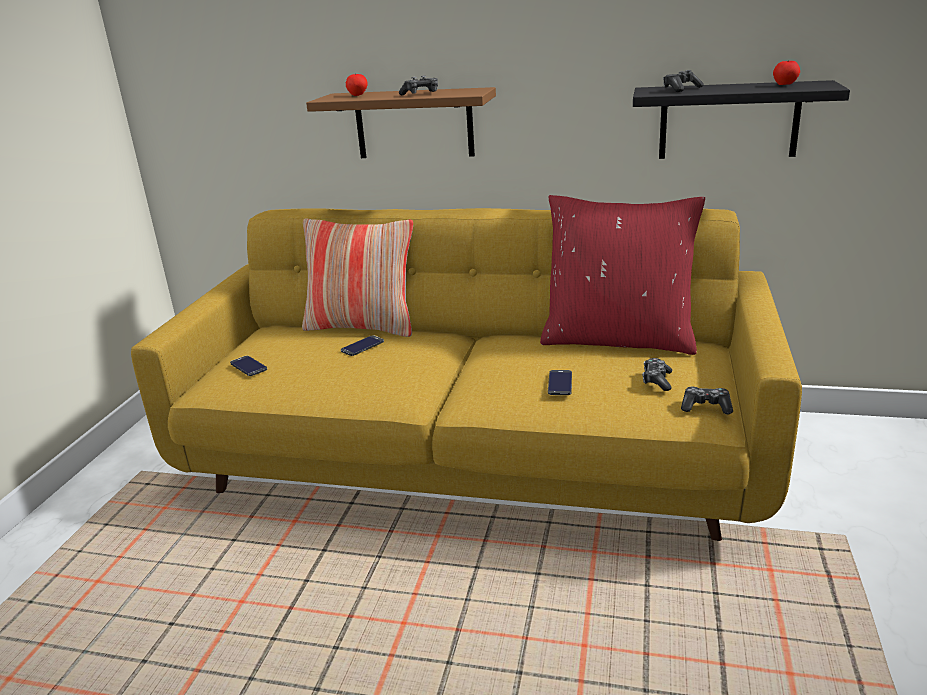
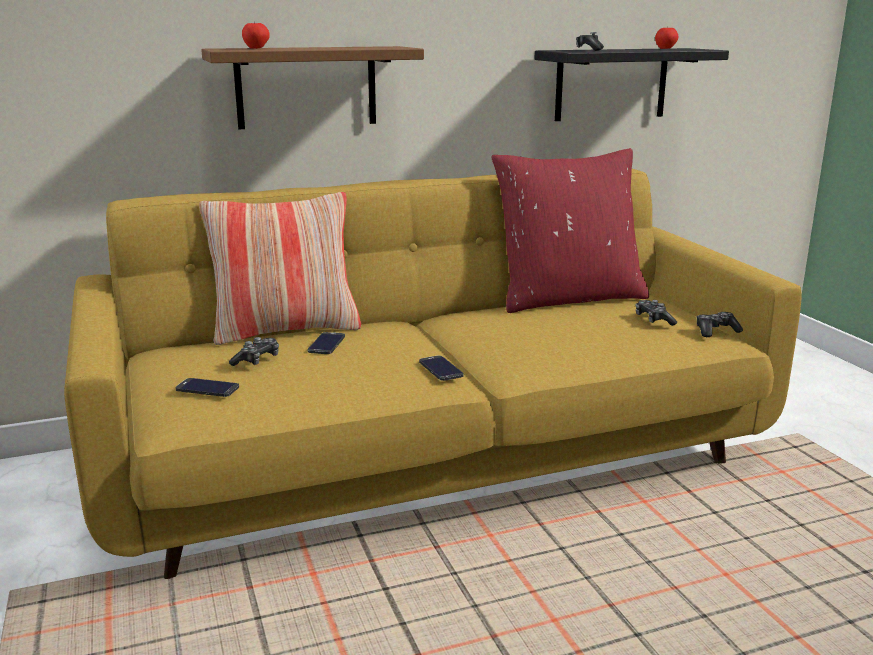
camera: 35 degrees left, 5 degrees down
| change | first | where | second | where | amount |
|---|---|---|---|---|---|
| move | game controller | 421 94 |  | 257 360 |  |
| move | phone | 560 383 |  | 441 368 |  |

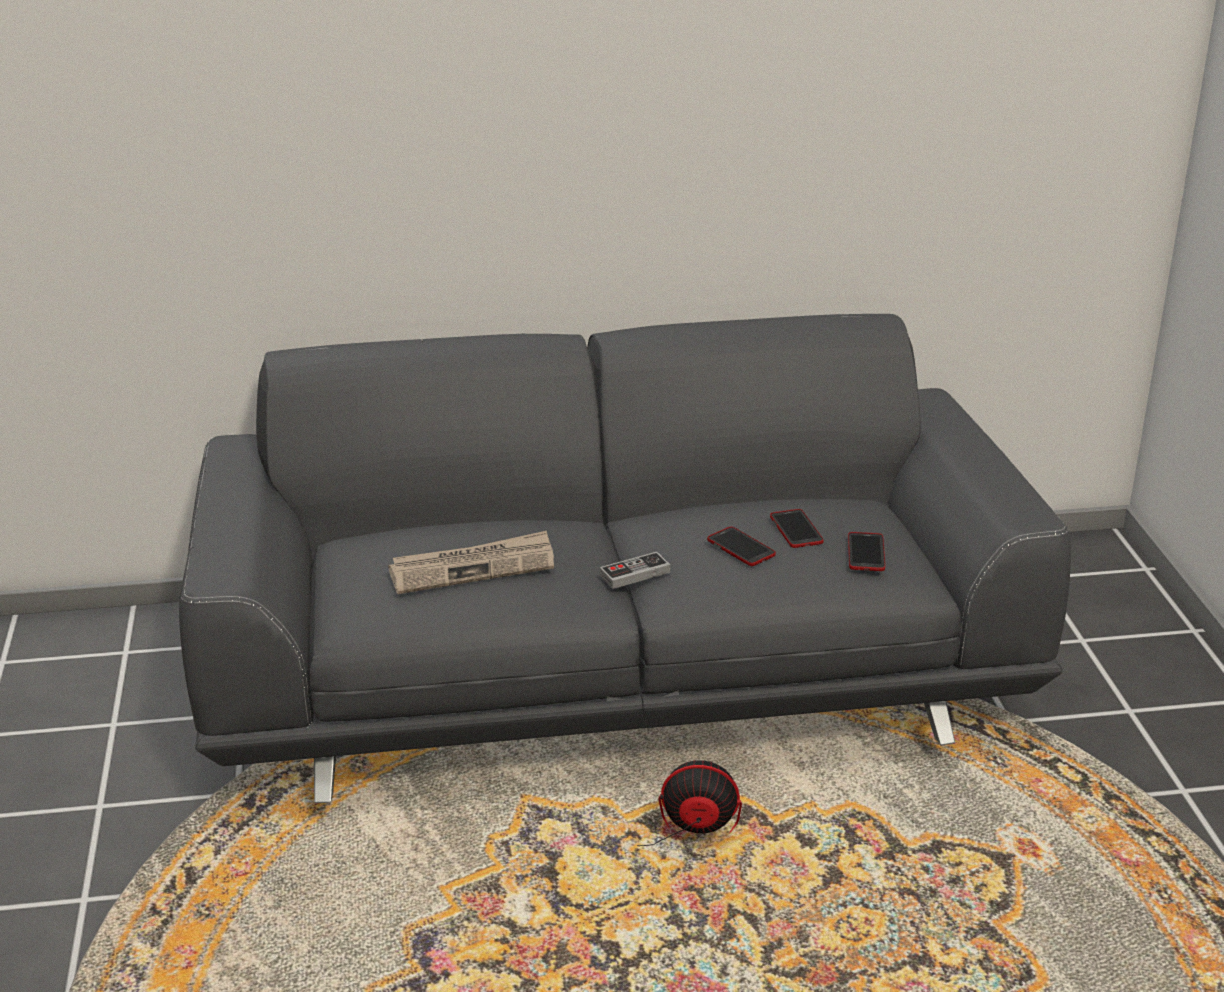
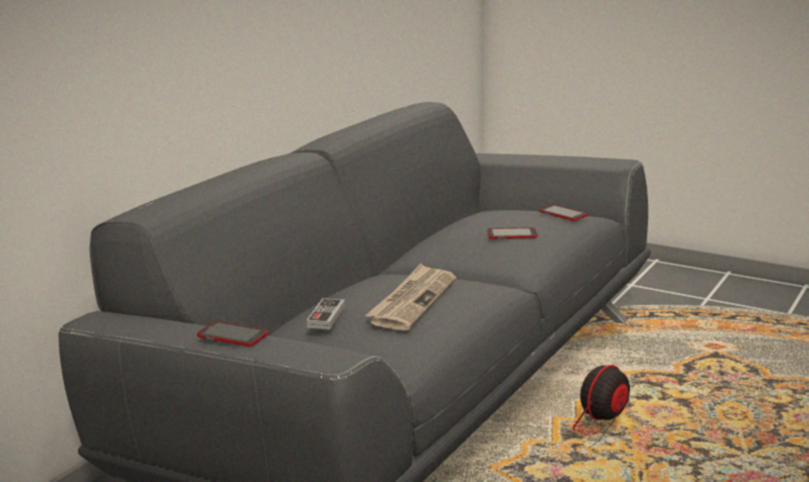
camera: 50 degrees left, 10 degrees down
| change | first | where | second | where | amount |
|---|---|---|---|---|---|
| move | game controller | 635 574 |  | 326 317 |  |
| move | phone | 796 530 |  | 232 335 |  |

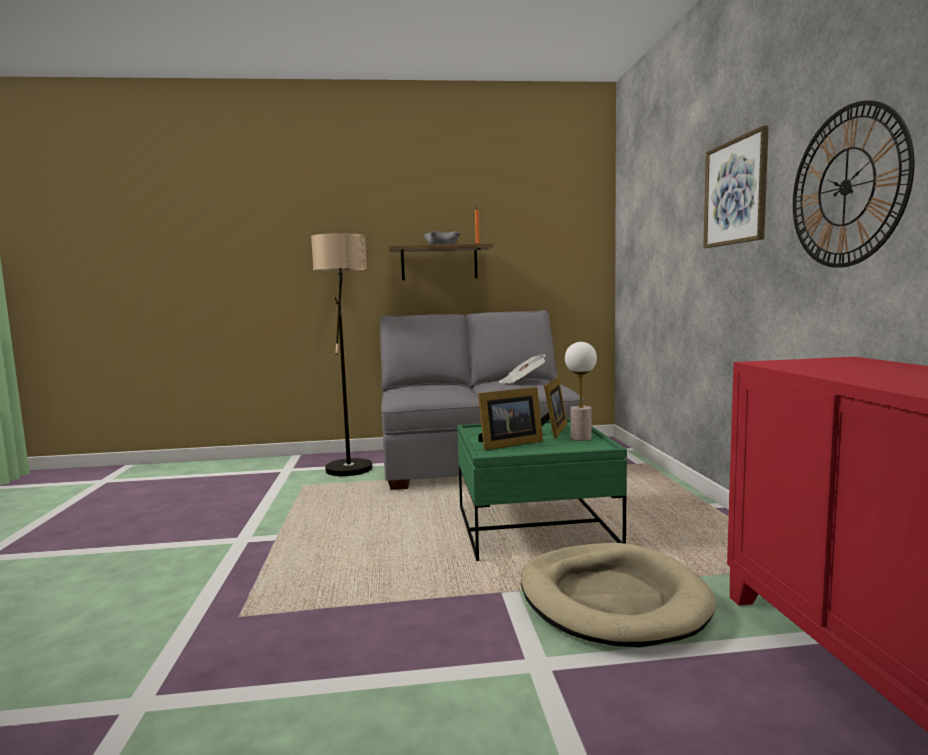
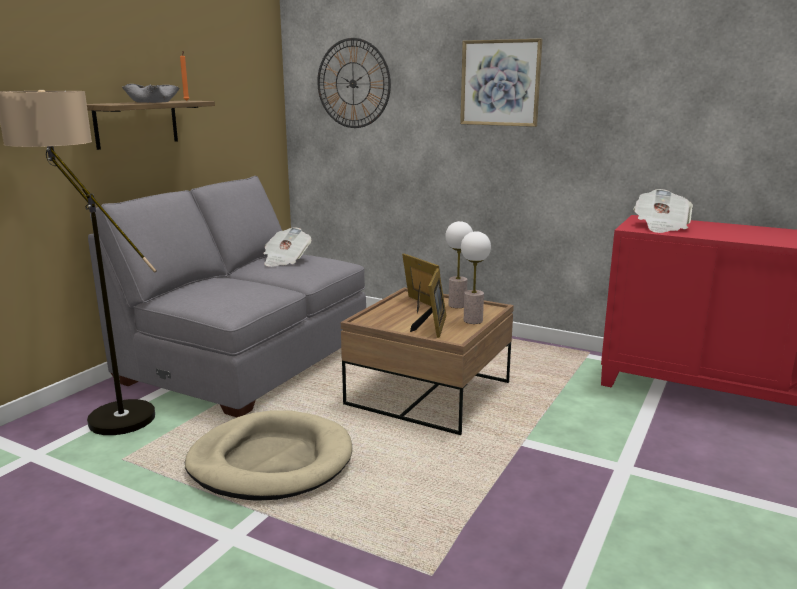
camera: 55 degrees left, 10 degrees up
| change | first | where | second | where | amount |
|---|---|---|---|---|---|
| insert |  |  | table lamp | 472 320 |  |
| insert |  |  | newspaper | 661 227 |  |
| move | beige dog bed | 612 599 |  | 271 461 |  |
| move | wall clock | 846 187 |  | 353 83 |  |
| recolor | green coffee table | 534 527 | brown coffee table | 428 393 |  |

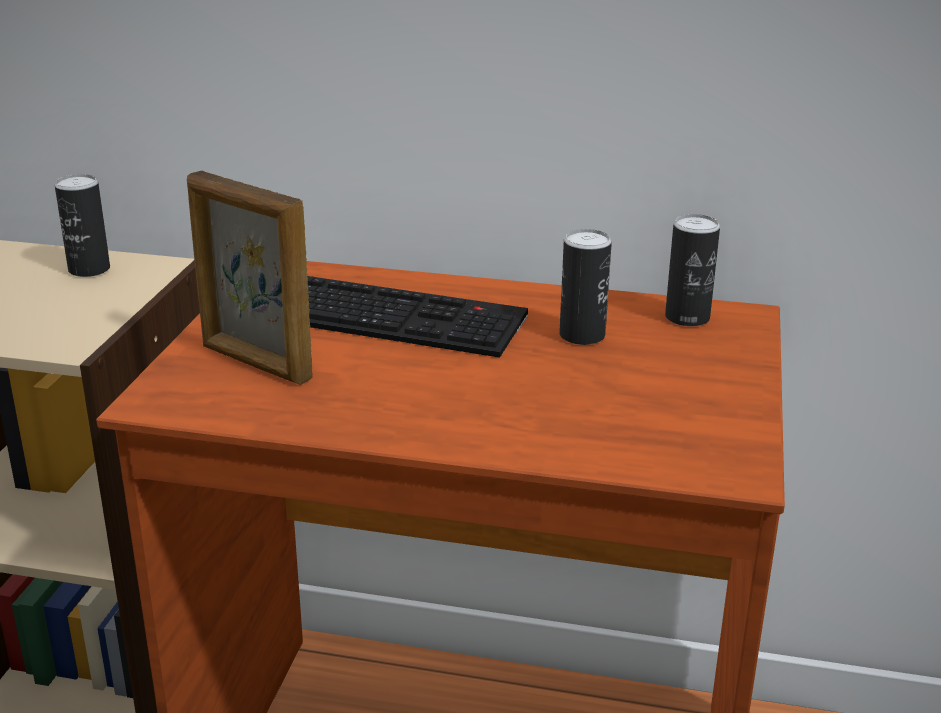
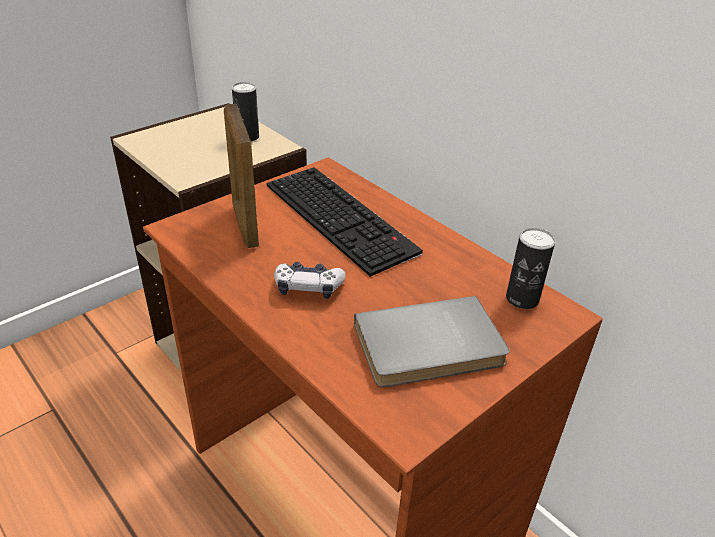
camera: 35 degrees right, 10 degrees up
| change | first | where | second | where | amount |
|---|---|---|---|---|---|
| delete | can | 582 335 |  |  |  |
| insert |  |  | game controller | 308 287 |  |
| insert |  |  | grey book | 430 348 |  |

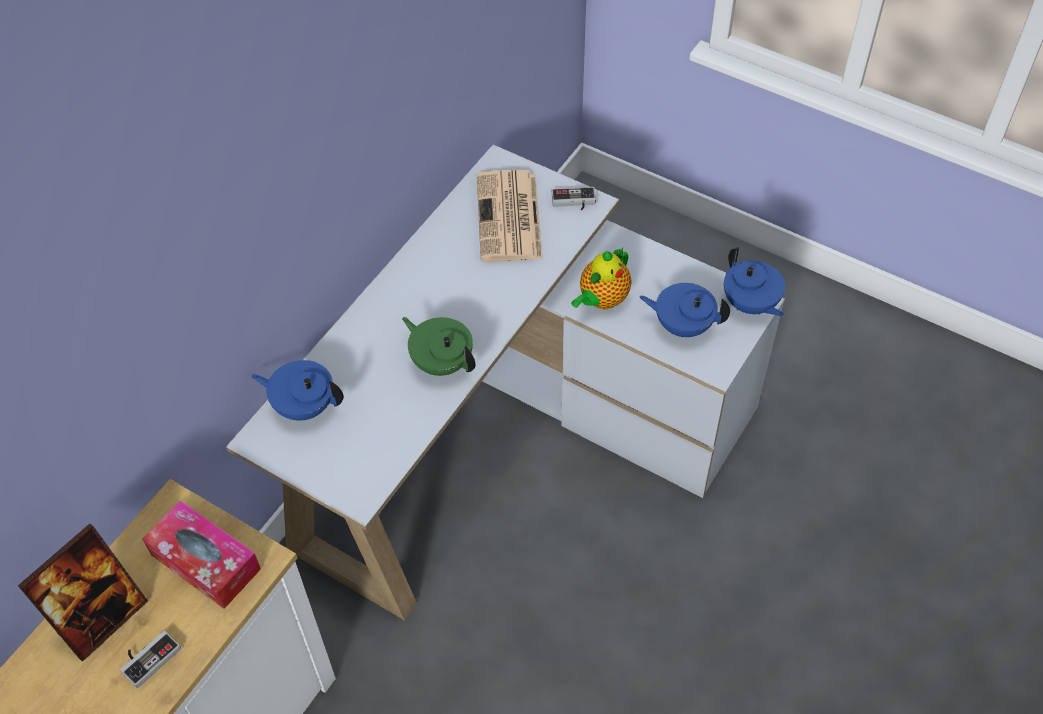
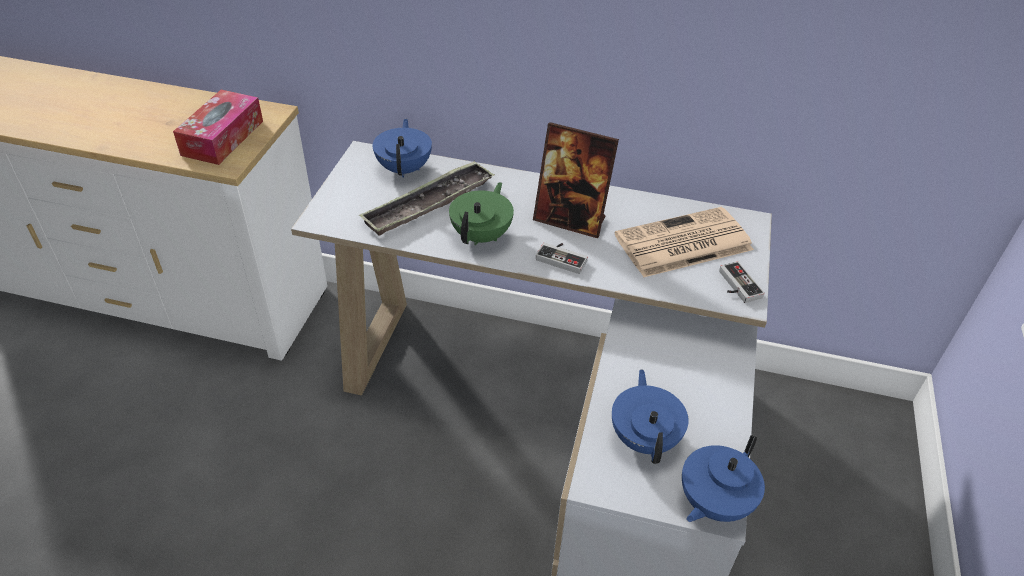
camera: 70 degrees right, 10 degrees down
| change | first | where | second | where | amount |
|---|---|---|---|---|---|
| delete | teapot | 602 300 |  |  |  |
| insert |  |  | tray | 428 204 |  |
| move | picture frame | 102 619 |  | 570 220 |  |
| move | game controller | 148 657 |  | 563 258 |  |

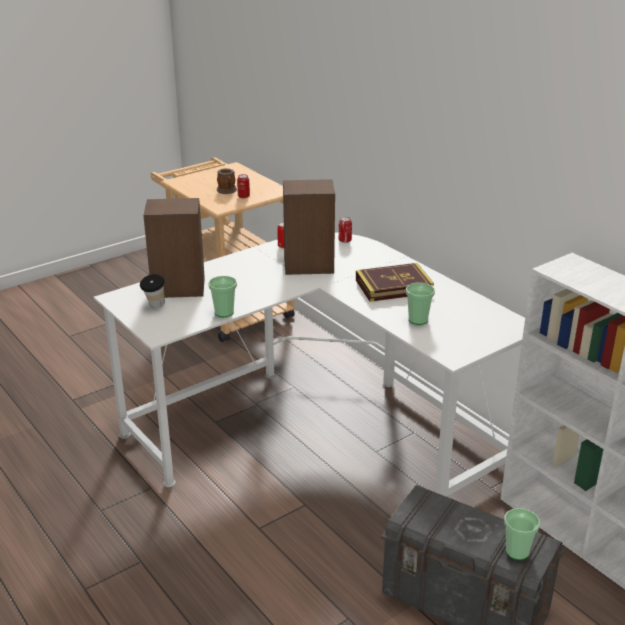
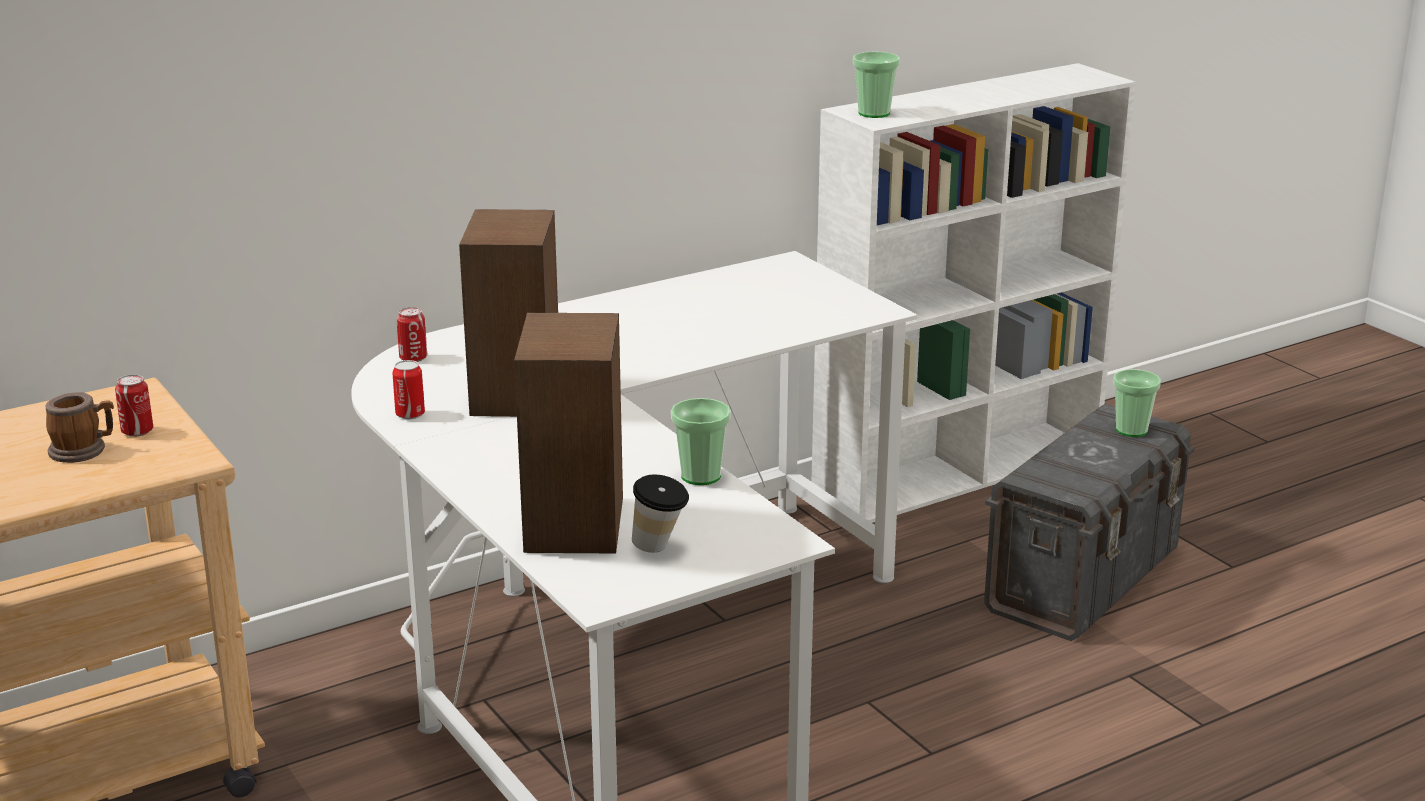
camera: 85 degrees left, 5 degrees down
| change | first | where | second | where | amount |
|---|---|---|---|---|---|
| delete | book | 393 286 |  |  |  |
| move | cup | 418 320 |  | 874 113 |  |

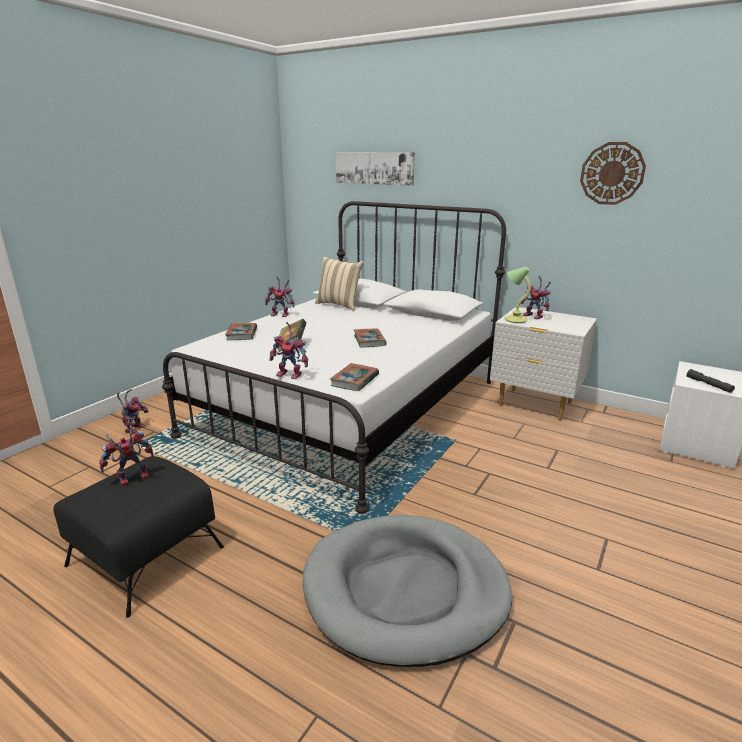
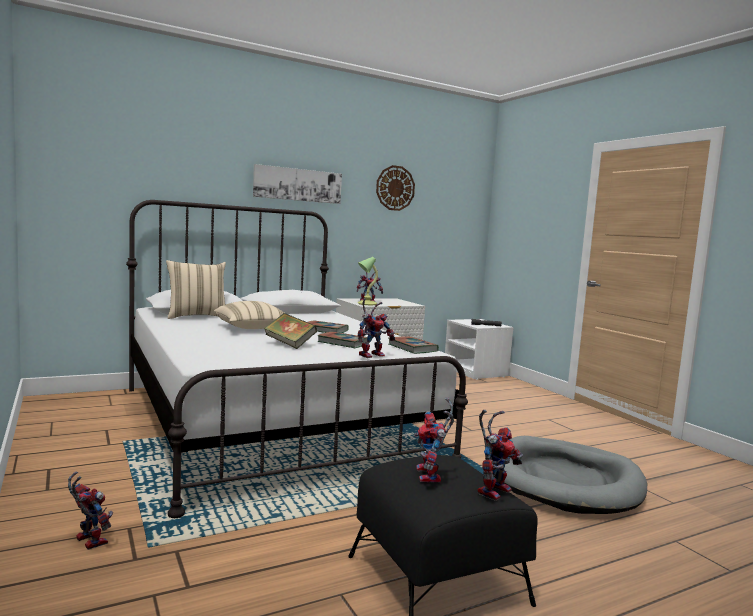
camera: 60 degrees left, 15 degrees down
| change | first | where | second | where | amount |
|---|---|---|---|---|---|
| insert |  |  | beige pillow | 252 328 |  |
| move | book | 242 334 |  | 343 343 |  |
| move | toy robot | 282 315 |  | 493 489 |  |
| move | picture | 374 168 |  | 298 184 |  |

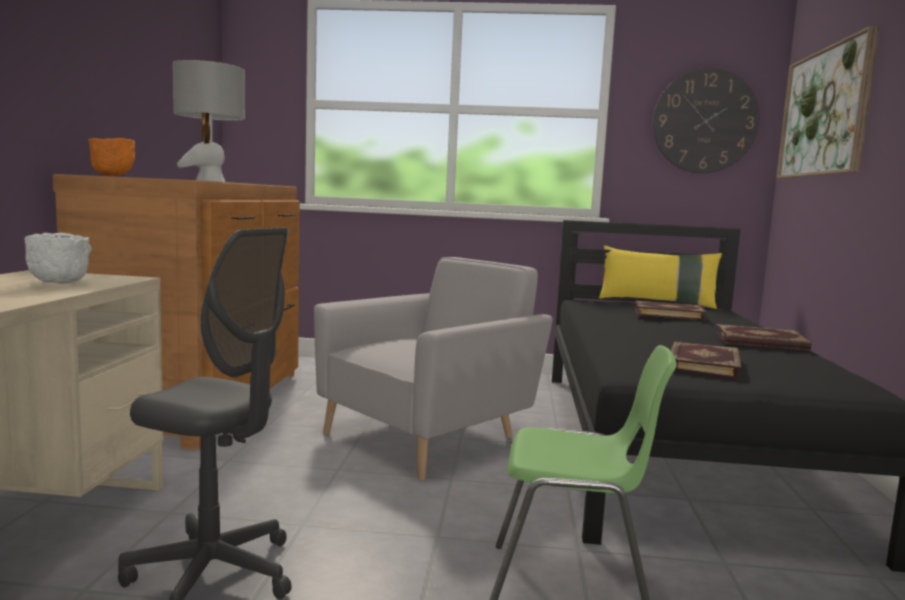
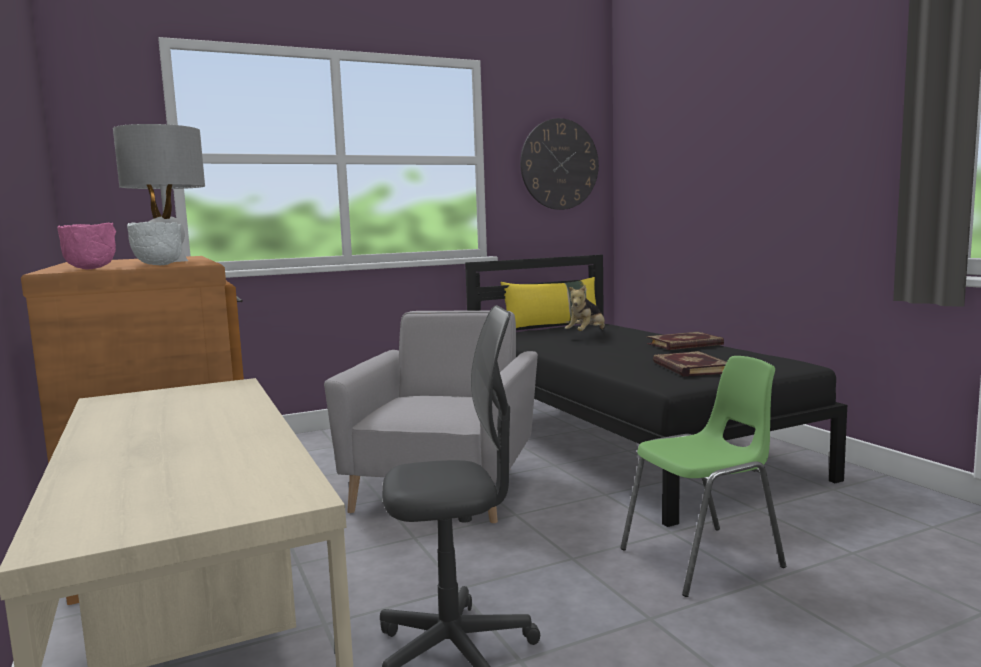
camera: 30 degrees left, 0 degrees up
| change | first | where | second | where | amount |
|---|---|---|---|---|---|
| delete | picture | 824 112 |  |  |  |
| move | white bowl | 58 283 |  | 157 265 |  |
| replace | book | 668 313 | plush toy | 586 334 |  |
| recolor | orange bowl | 114 176 | pink bowl | 92 269 |  |

